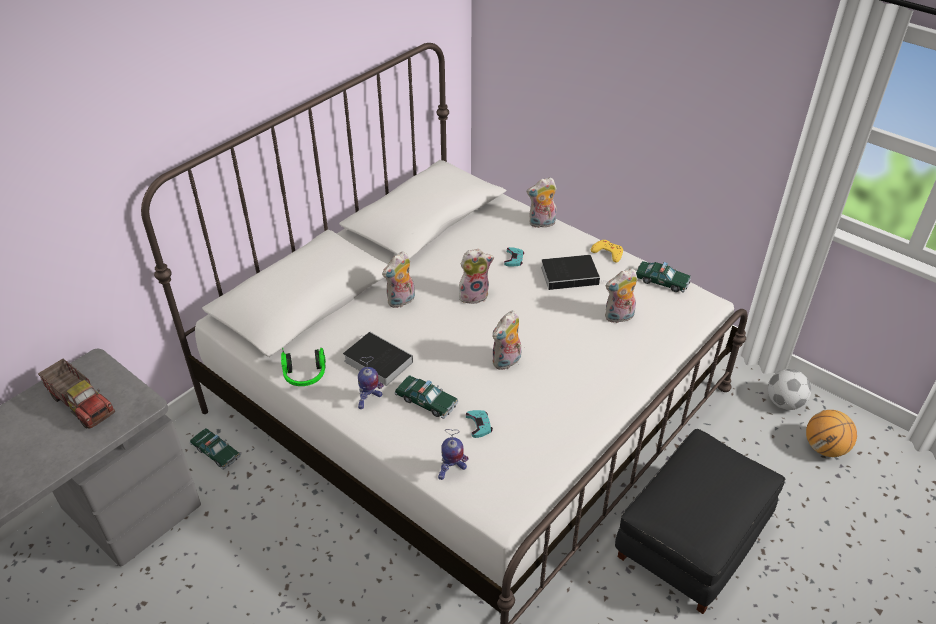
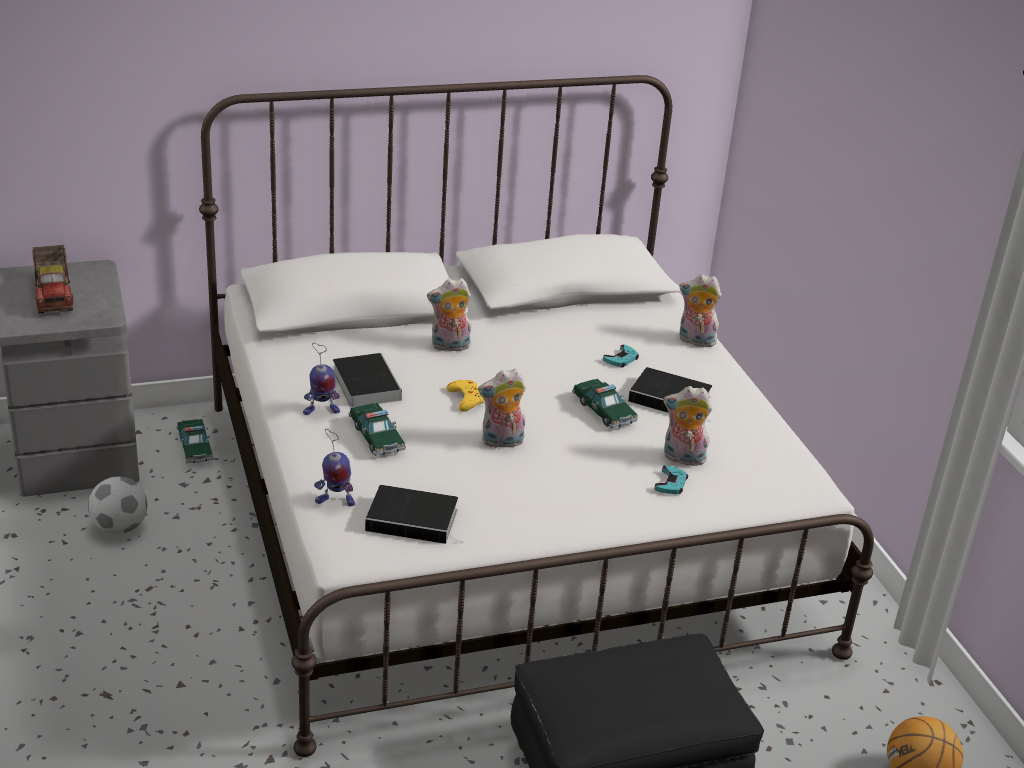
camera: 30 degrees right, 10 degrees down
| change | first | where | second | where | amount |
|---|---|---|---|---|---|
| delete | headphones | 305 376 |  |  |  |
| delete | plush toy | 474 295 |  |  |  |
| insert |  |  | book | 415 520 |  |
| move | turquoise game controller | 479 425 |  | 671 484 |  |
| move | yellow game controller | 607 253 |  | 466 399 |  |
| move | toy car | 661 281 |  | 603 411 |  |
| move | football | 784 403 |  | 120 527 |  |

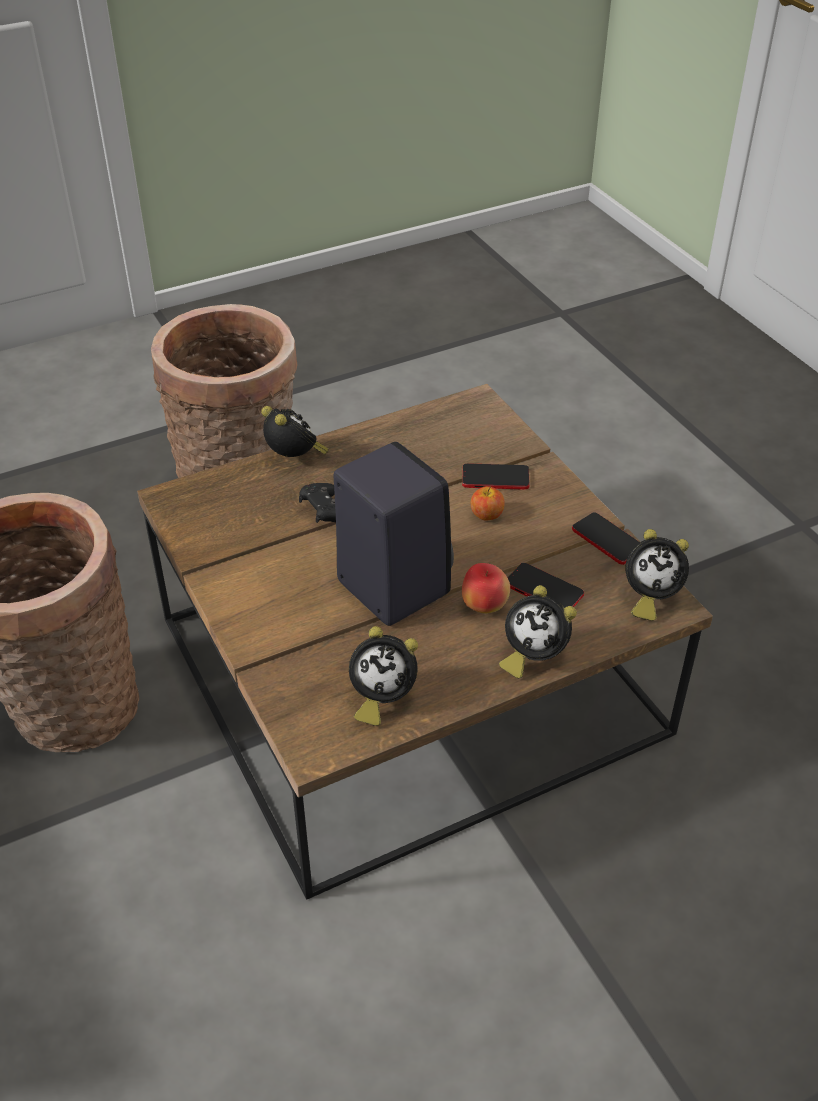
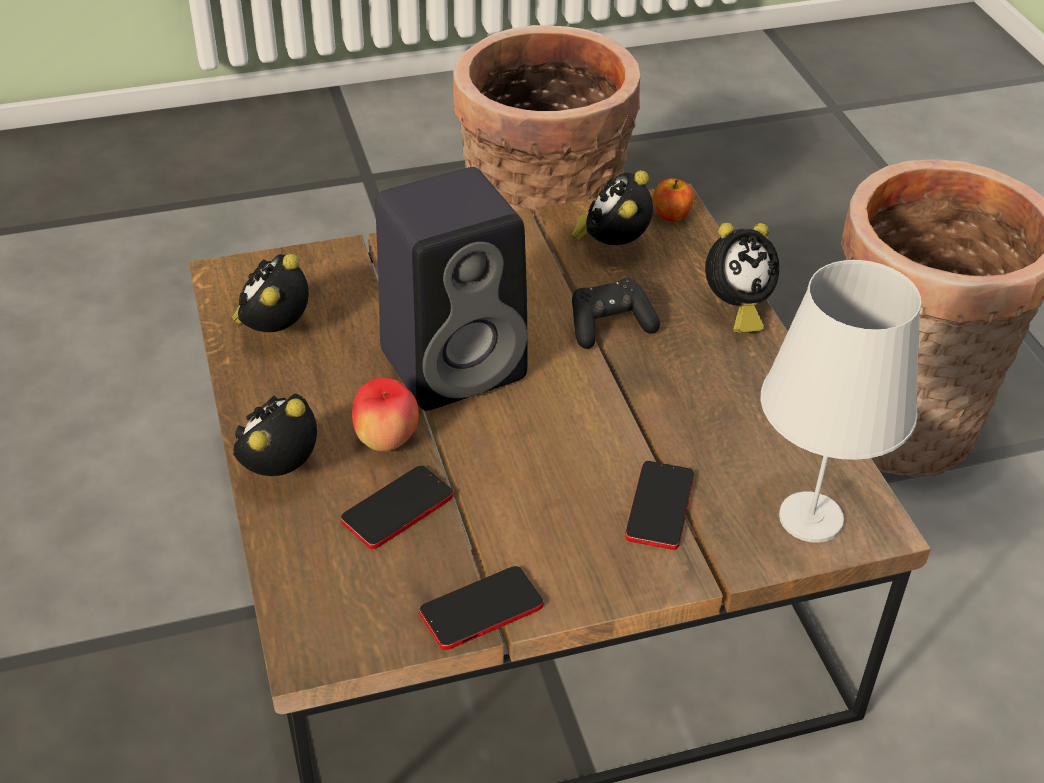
camera: 100 degrees right, 0 degrees up
| change | first | where | second | where | amount |
|---|---|---|---|---|---|
| insert |  |  | white table lamp | 810 518 |  |
| move | apple | 486 515 |  | 671 215 |  |
| move | alarm clock | 648 598 |  | 612 245 |  |

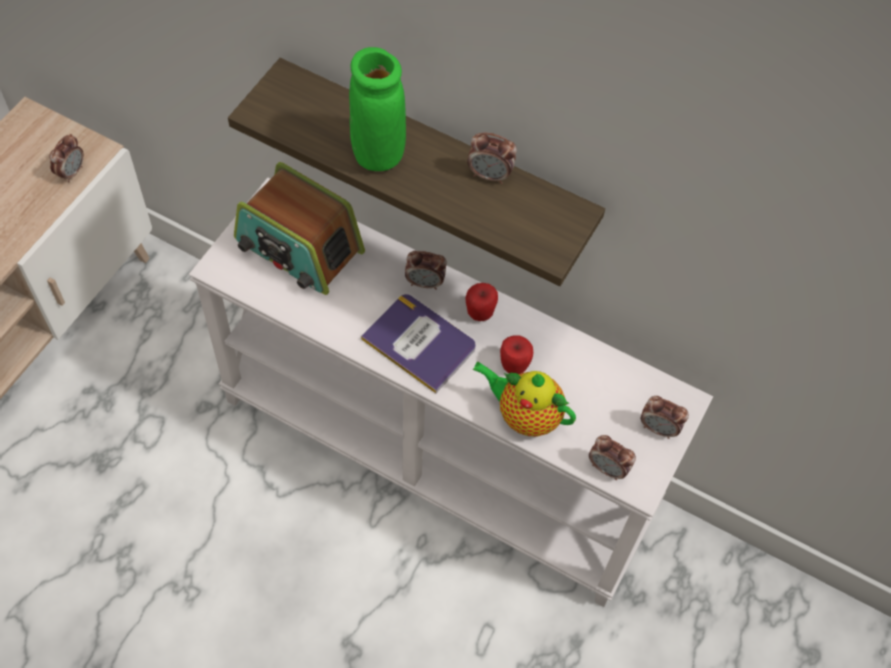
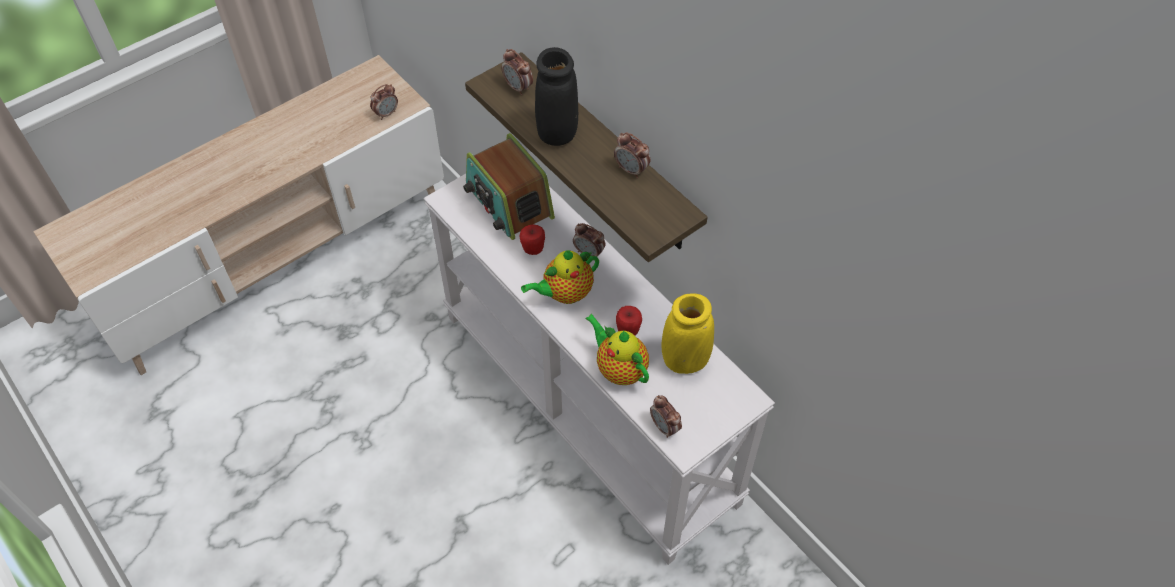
camera: 25 degrees right, 5 degrees down
| change | first | where | second | where | amount |
|---|---|---|---|---|---|
| insert |  |  | yellow vase | 685 360 |  |
| move | apple | 480 313 |  | 533 249 |  |
| move | alarm clock | 658 428 |  | 518 87 |  |
| replace | book | 420 343 | teapot | 565 293 |  |
| recolor | green vase | 378 152 | black vase | 557 133 |  |

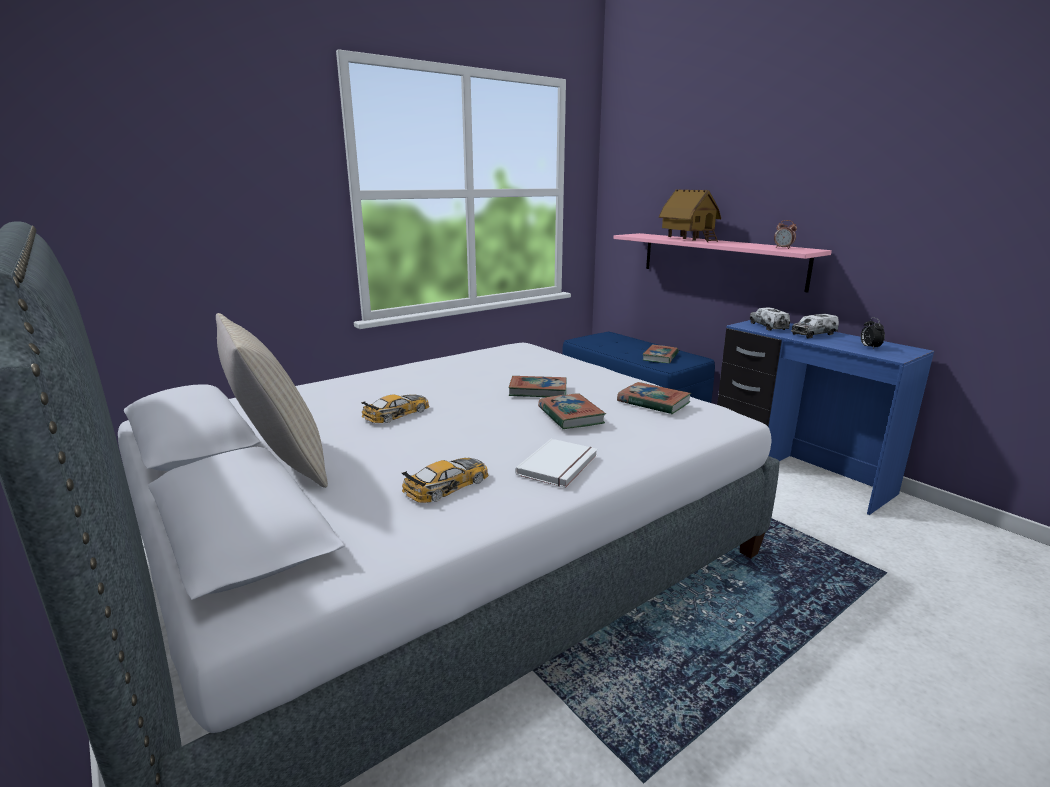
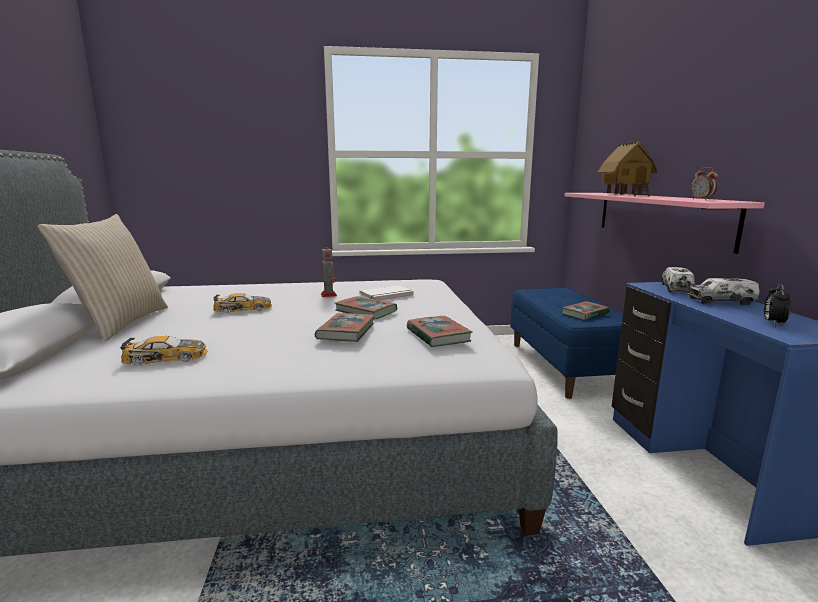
camera: 30 degrees right, 5 degrees down
| change | first | where | second | where | amount |
|---|---|---|---|---|---|
| insert |  |  | toy robot | 328 294 |  |
| move | white book | 560 465 |  | 387 295 |  |

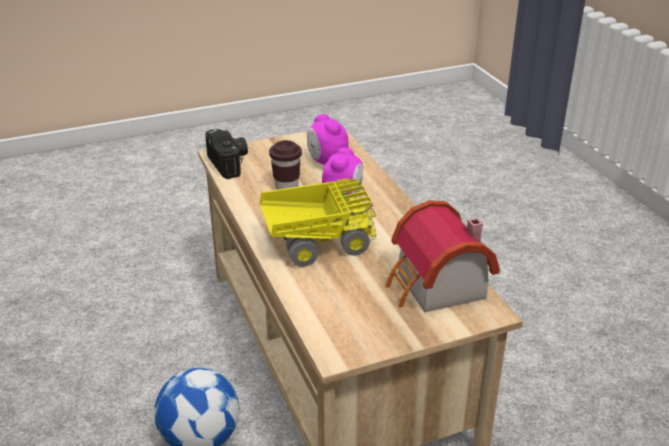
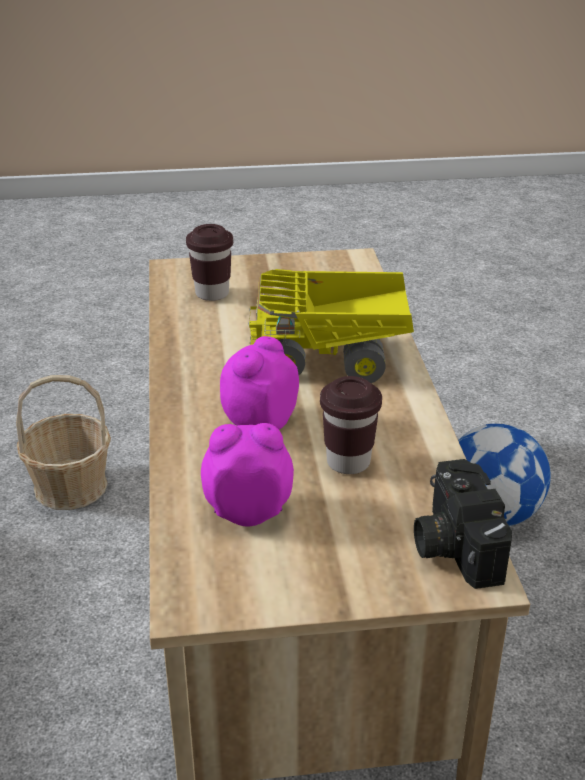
camera: 165 degrees left, 0 degrees up
| change | first | where | second | where | amount |
|---|---|---|---|---|---|
| insert |  |  | basket | 70 486 |  |
| replace | toy house | 436 288 | brown cup | 212 293 |  |
| rotate | alarm clock | 326 162 |  | 248 511 | 75 degrees counterclockwise |

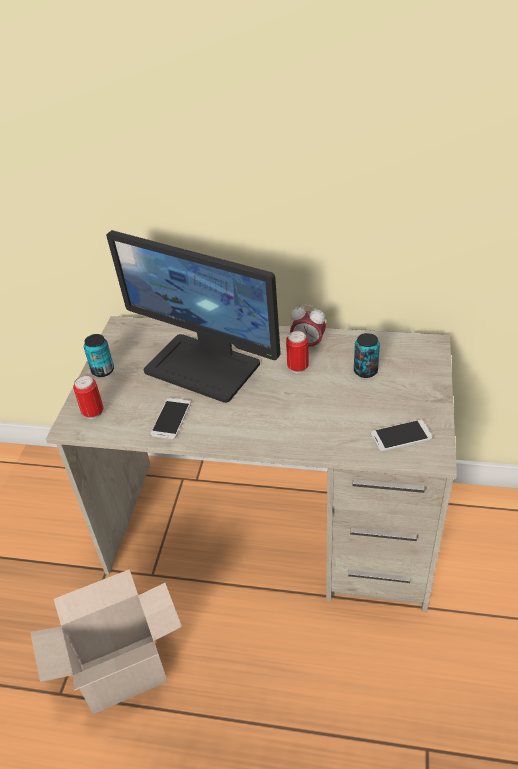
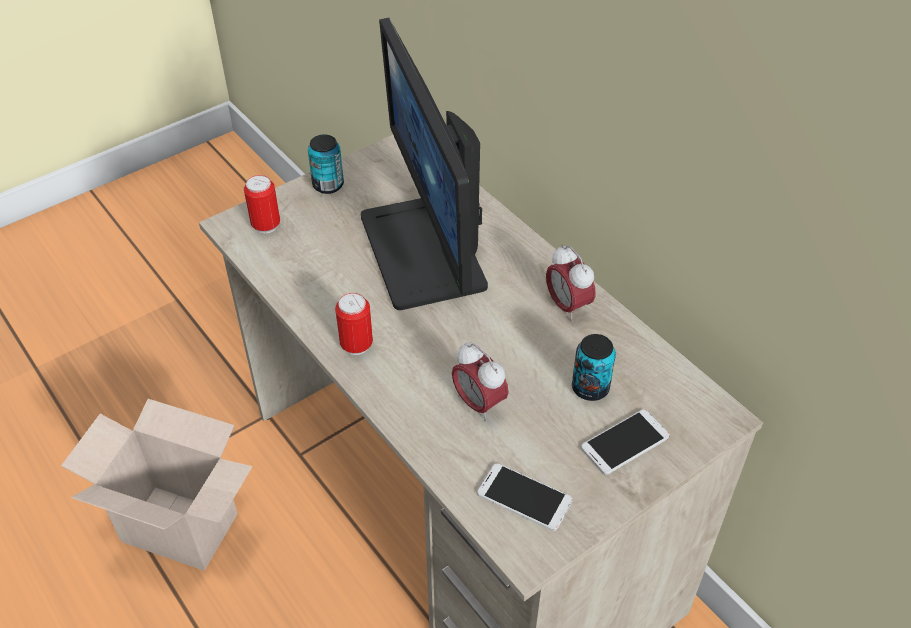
camera: 40 degrees right, 5 degrees up
| change | first | where | second | where | amount |
|---|---|---|---|---|---|
| insert |  |  | alarm clock | 478 403 |  |
| move | phone | 171 418 |  | 625 442 |  |
| move | can | 297 367 |  | 356 345 |  |

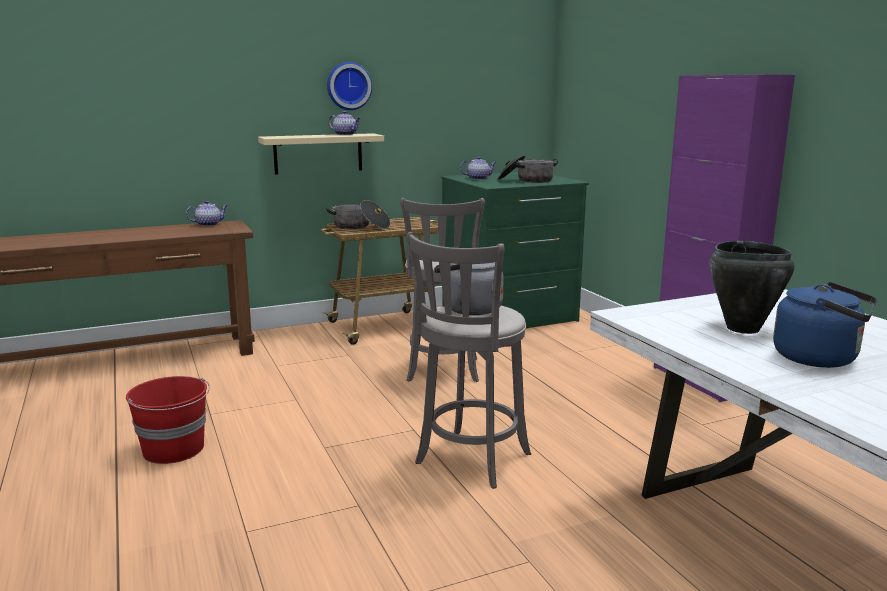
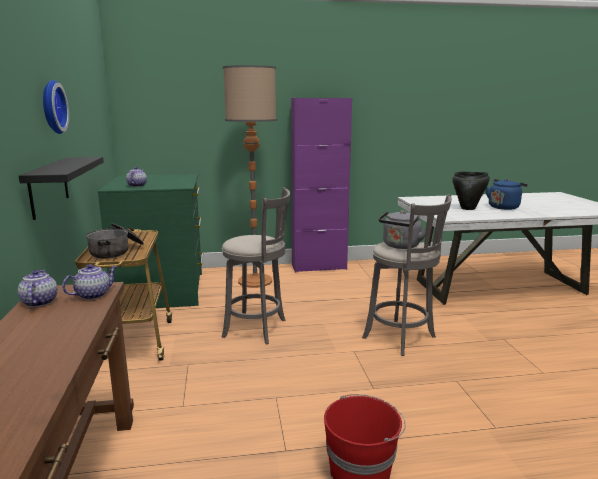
camera: 75 degrees left, 0 degrees up
| change | first | where | second | where | amount |
|---|---|---|---|---|---|
| delete | cooking pot | 526 180 |  |  |  |
| insert |  |  | floor lamp | 255 281 |  |
| move | teapot | 345 134 |  | 93 295 |  |
| recolor | beige shelf | 318 153 | black shelf | 48 186 |  |

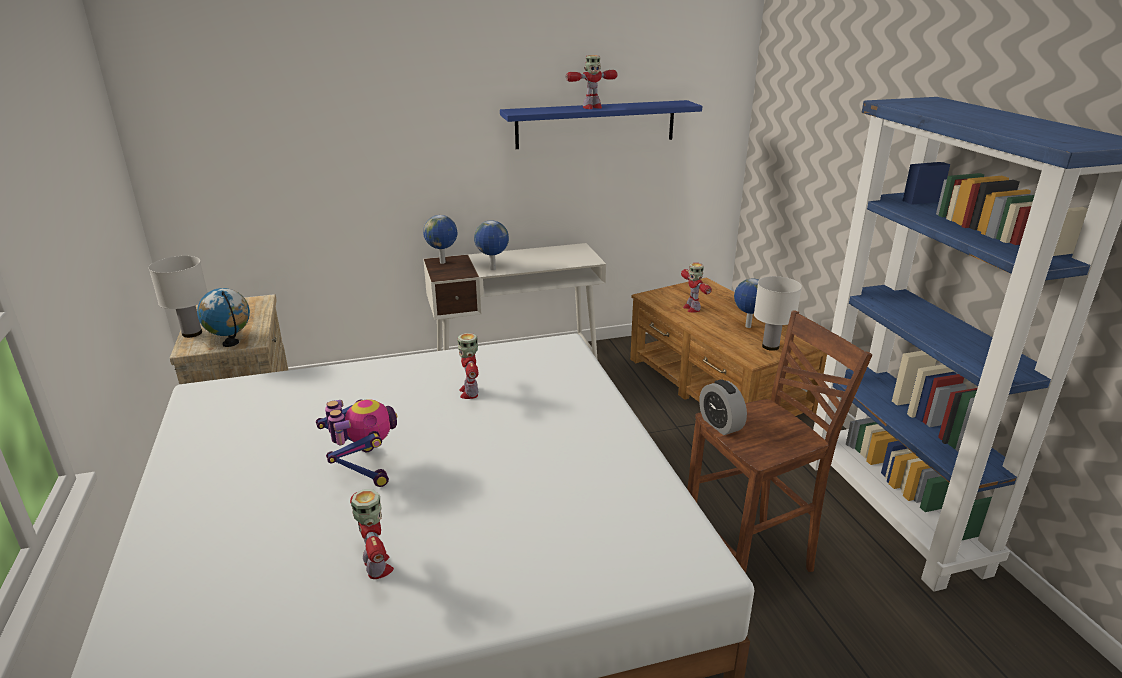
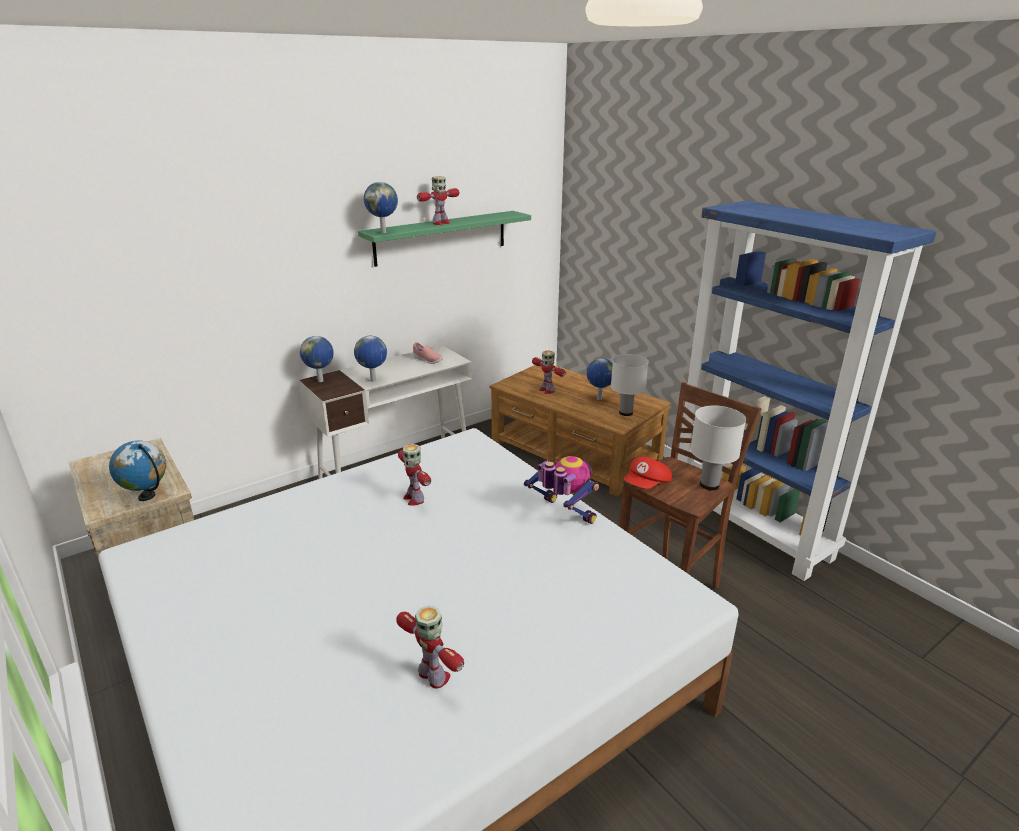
camera: 20 degrees left, 0 degrees up
| change | first | where | second | where | amount |
|---|---|---|---|---|---|
| insert |  |  | globe | 384 232 |  |
| insert |  |  | pink shoe | 427 360 |  |
| move | white table lamp | 191 333 |  | 709 485 |  |
| move | toy robot | 363 468 |  | 563 514 |  |
| replace | alarm clock | 720 424 | red cap | 647 485 |  |
| recolor | blue shelf | 596 124 | green shelf | 441 237 |  |

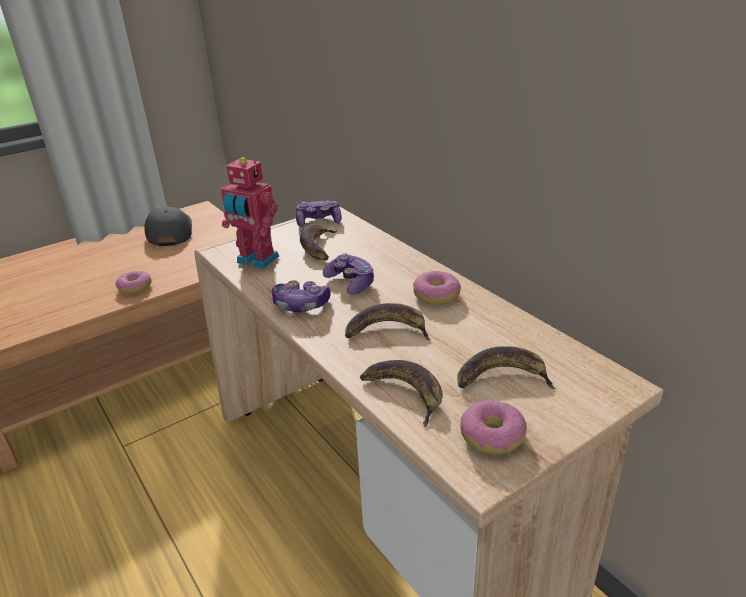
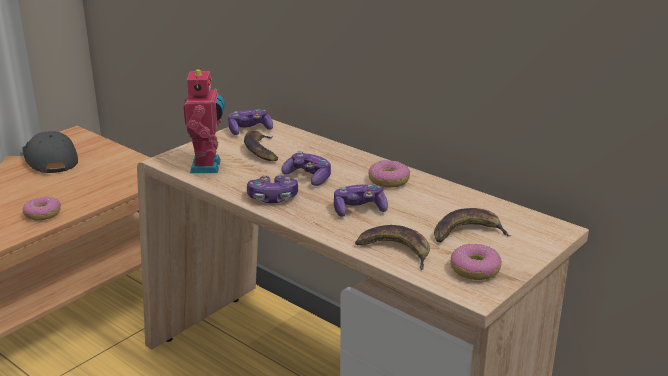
camera: 15 degrees left, 5 degrees down
| change | first | where | second | where | amount |
|---|---|---|---|---|---|
| replace | banana | 387 330 | game controller | 359 209 |  |
| rotate | toy robot | 256 260 |  | 208 166 | 105 degrees counterclockwise |

